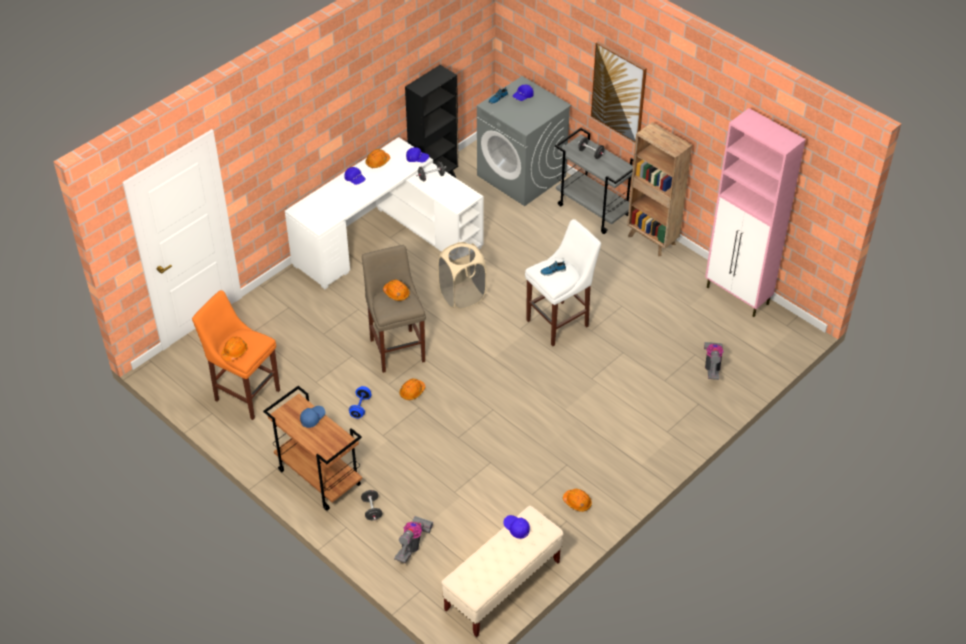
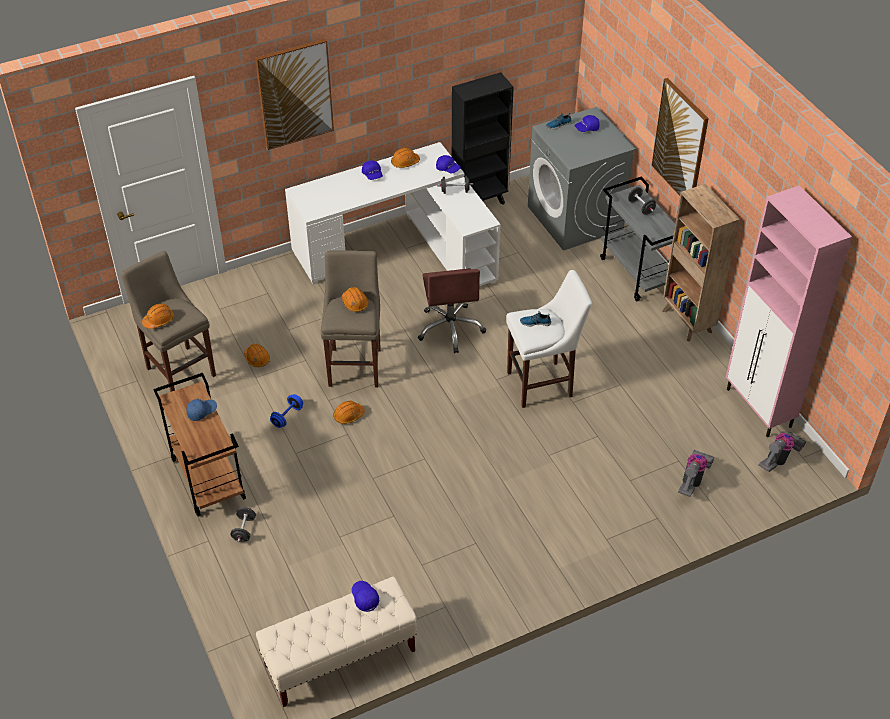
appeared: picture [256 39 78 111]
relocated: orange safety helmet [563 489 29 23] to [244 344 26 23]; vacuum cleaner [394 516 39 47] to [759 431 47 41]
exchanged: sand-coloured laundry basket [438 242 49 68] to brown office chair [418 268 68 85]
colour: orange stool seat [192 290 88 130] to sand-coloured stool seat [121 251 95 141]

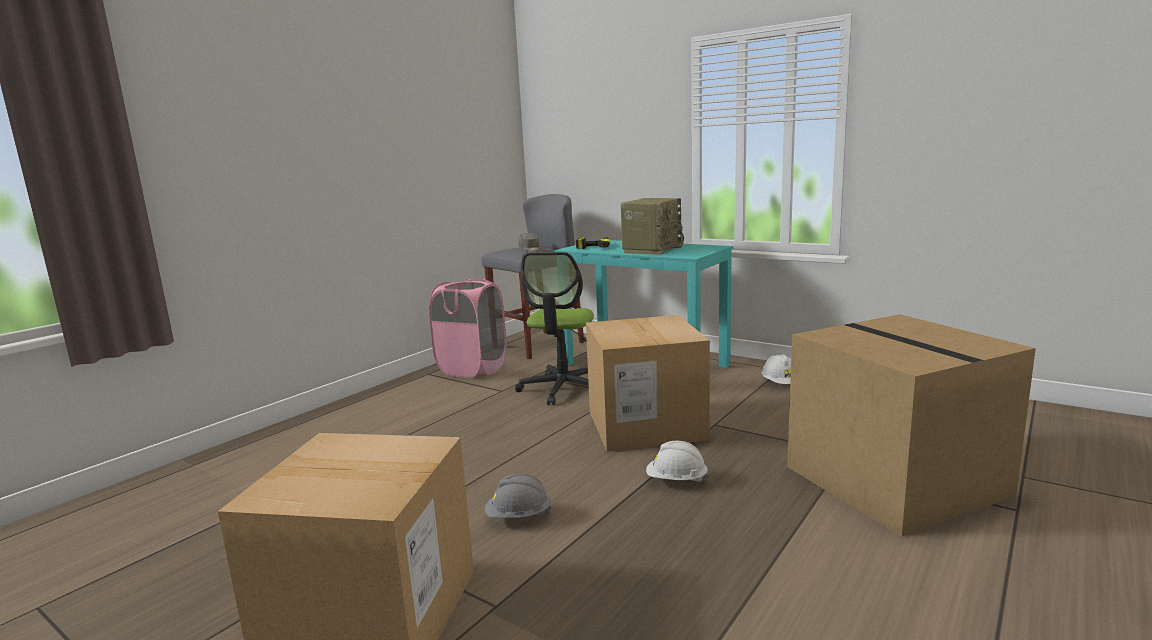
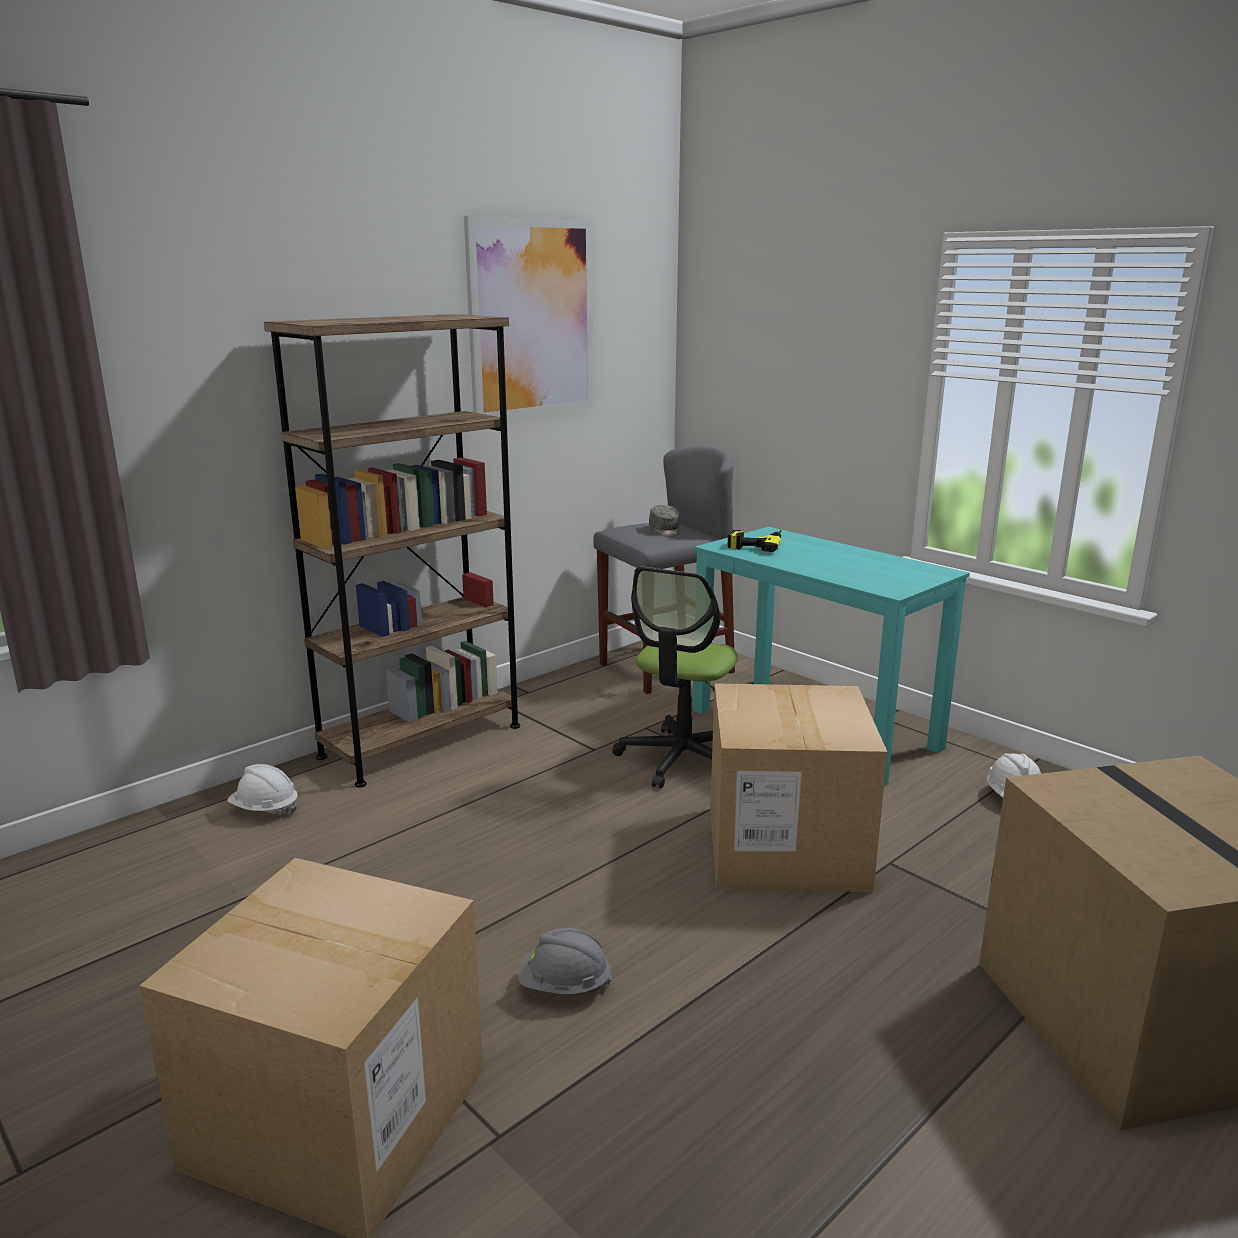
missing: pink-coloured laundry basket [429 279 78 99]; radio [621 198 63 57]
appeared: brown bookcase [264 314 256 474]; picture [464 216 130 202]
relocated: white safety helmet [646 441 62 41] to [227 764 71 51]

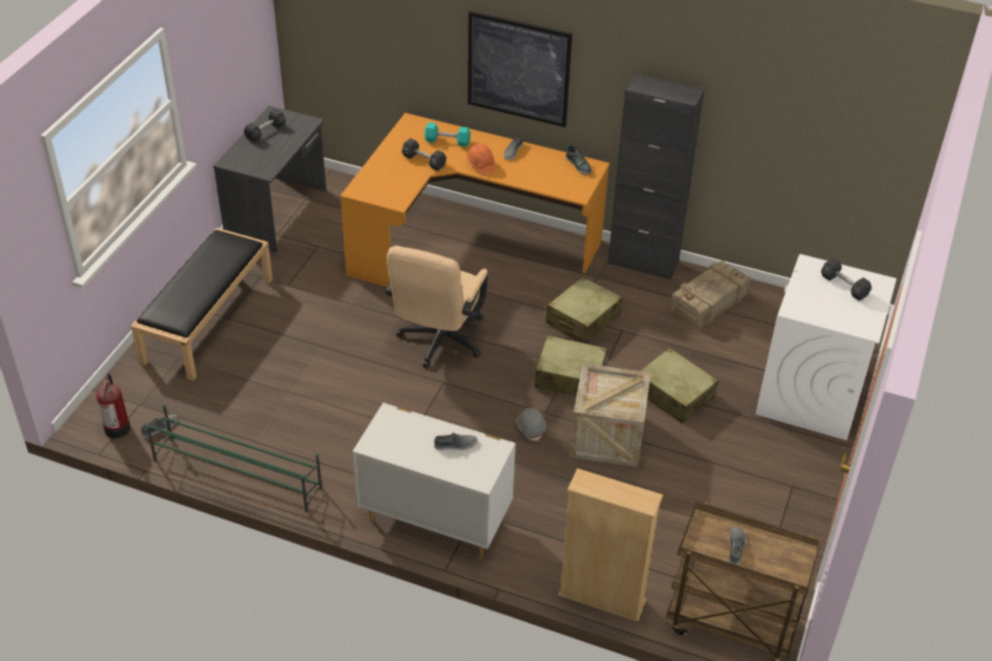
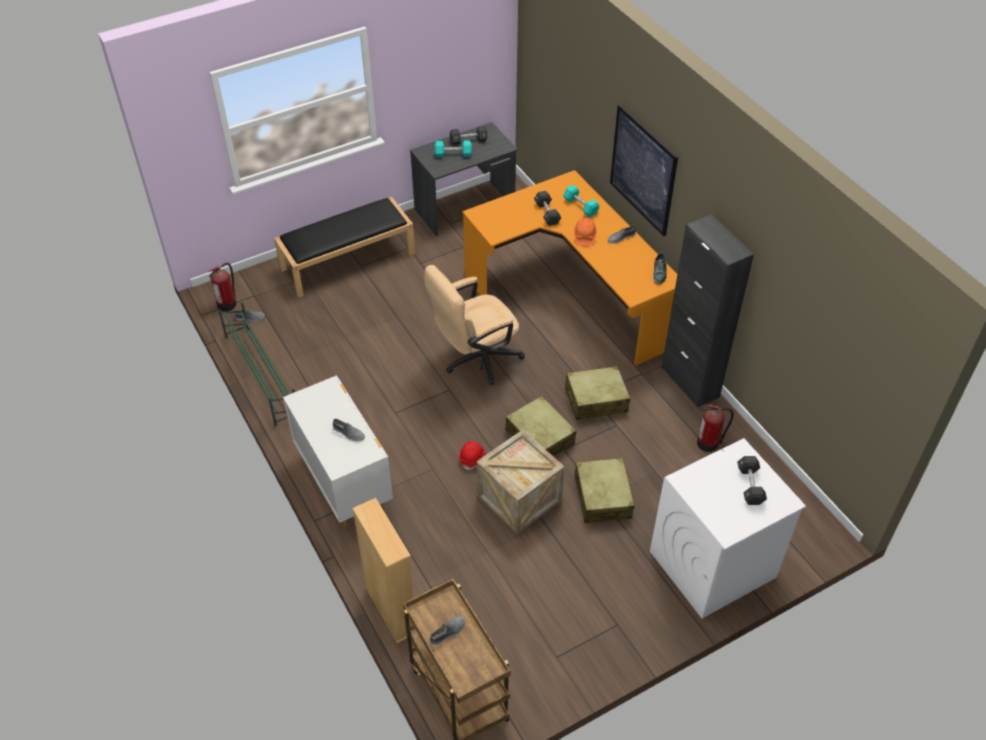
appeared: turquoise dumbbell [435 140 37 17]
exchanged: shipping crate [669 260 82 71] to fire-fighting cylinder [697 405 36 47]
colour: grey safety helmet [516 408 30 33] to red-coloured safety helmet [459 441 26 30]

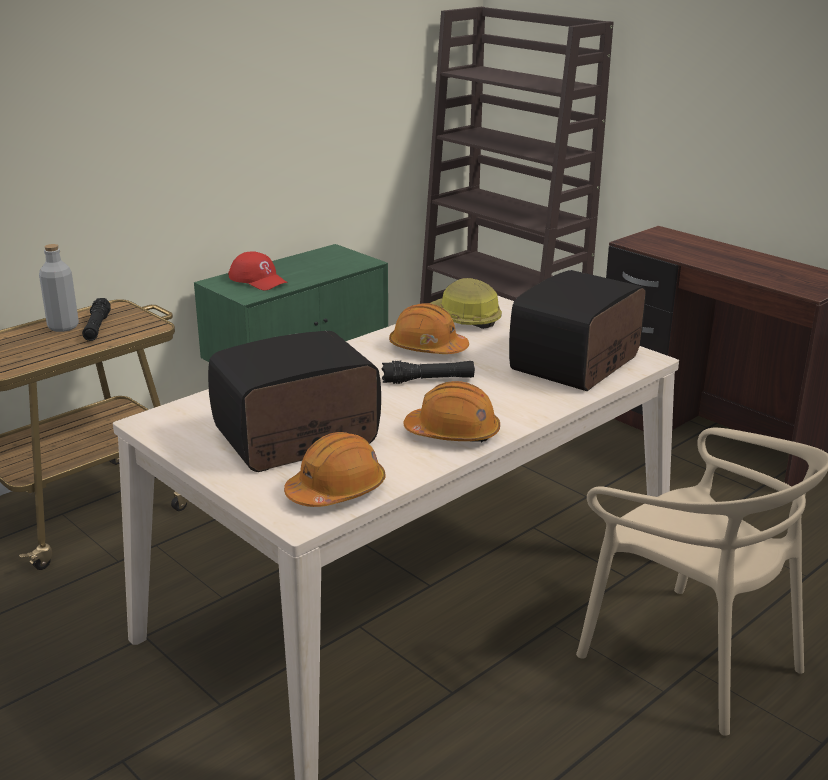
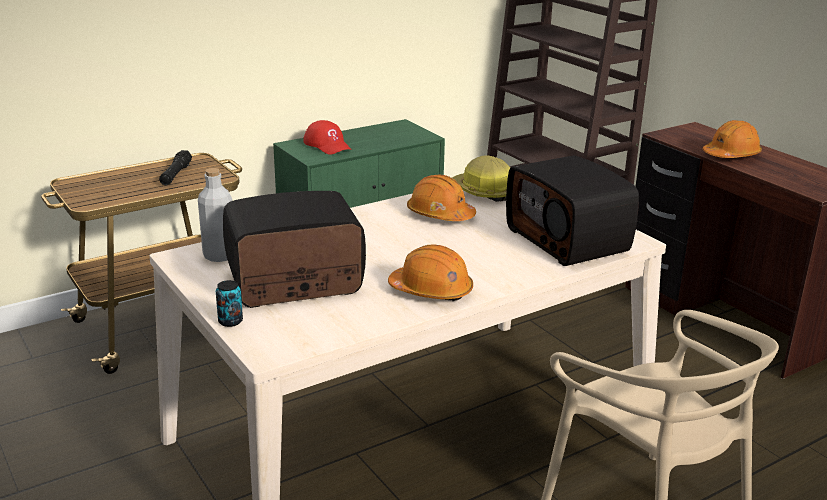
missing: black-coloured hand torch [382 361 93 23]
appeared: metal can [216 280 27 47]
relocated: grey bottle [39 244 40 88] to [198 168 34 94]; orange safety helmet [284 432 102 75] to [703 120 59 38]
spun: radio [509 270 137 121] = [506 155 133 111] 75 degrees counterclockwise

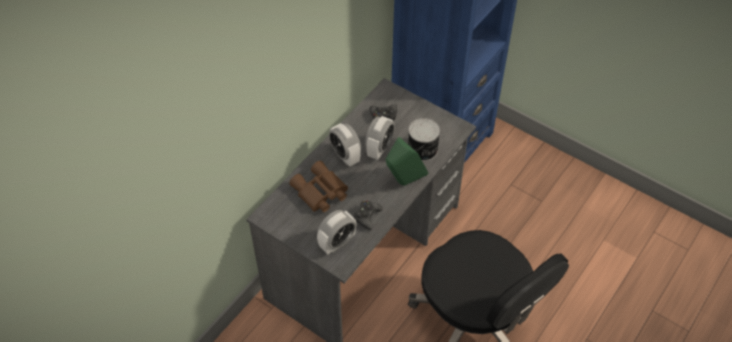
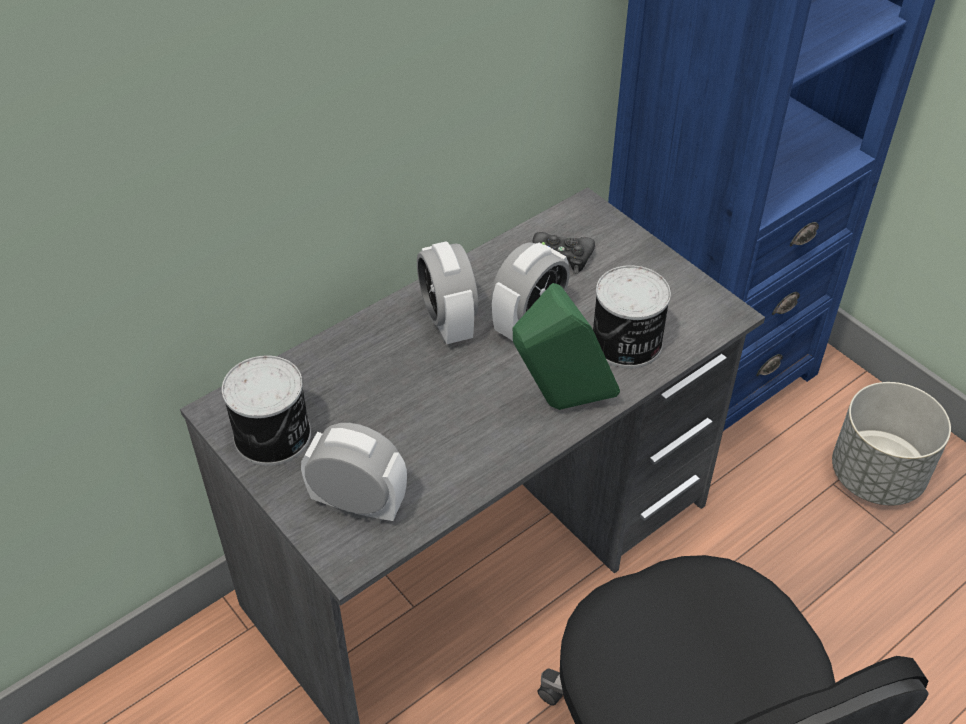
missing: brown pair of binoculars [289 161 59 51]; black-coloured joypad [354 201 29 29]
appeared: metal can [222 355 89 111]; grey planter [832 382 119 123]
spun: alarm clock [317 210 39 44] = [301 423 106 101] 135 degrees counterclockwise

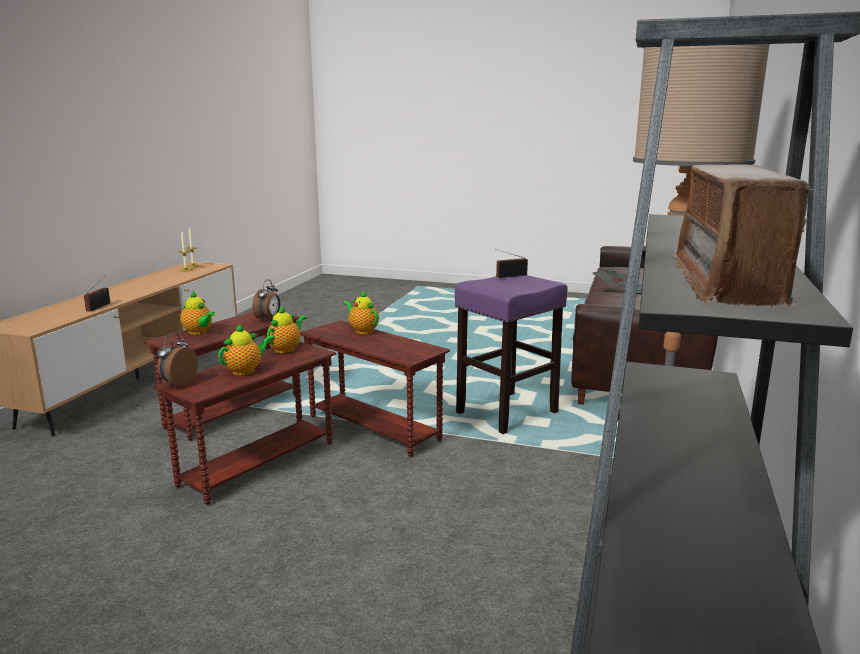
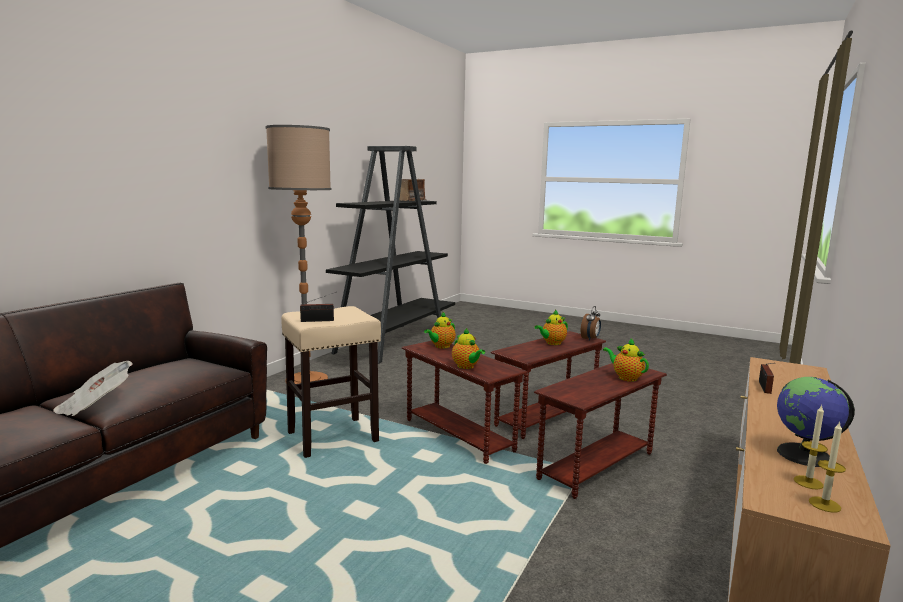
missing: alarm clock [252 279 28 42]
appeared: desk globe [777 377 78 90]
relocated: tea pot [267 305 40 48] to [424 312 32 36]
colour: purplish stool seat [455 275 113 159] to sand-coloured stool seat [281 306 100 152]

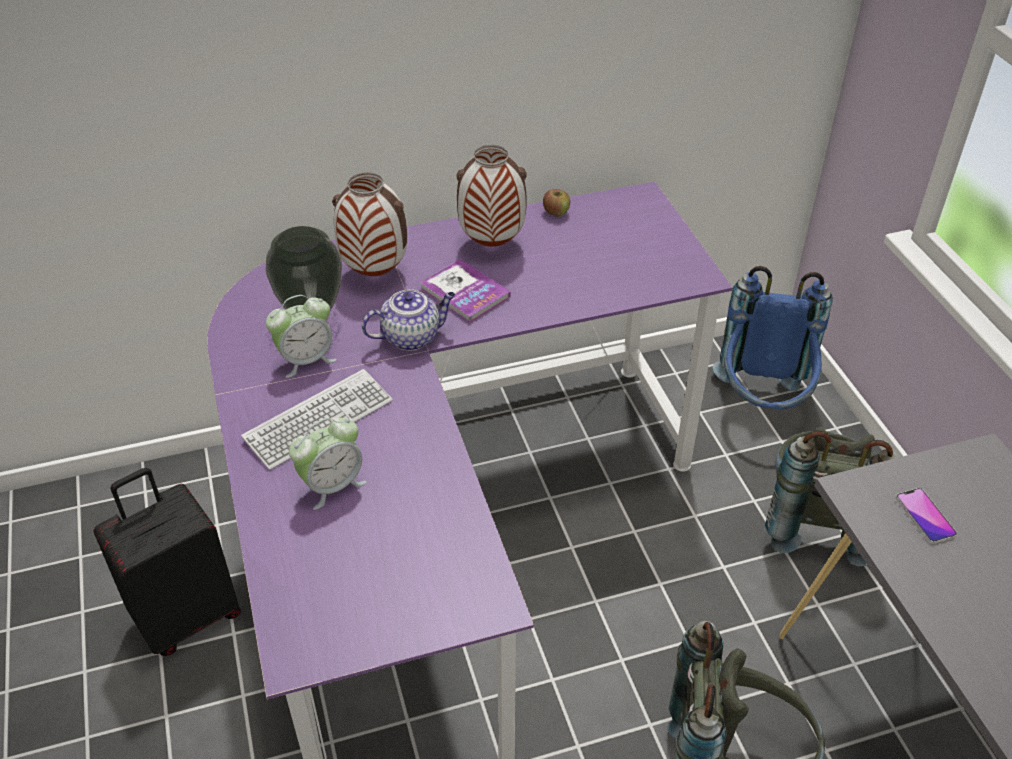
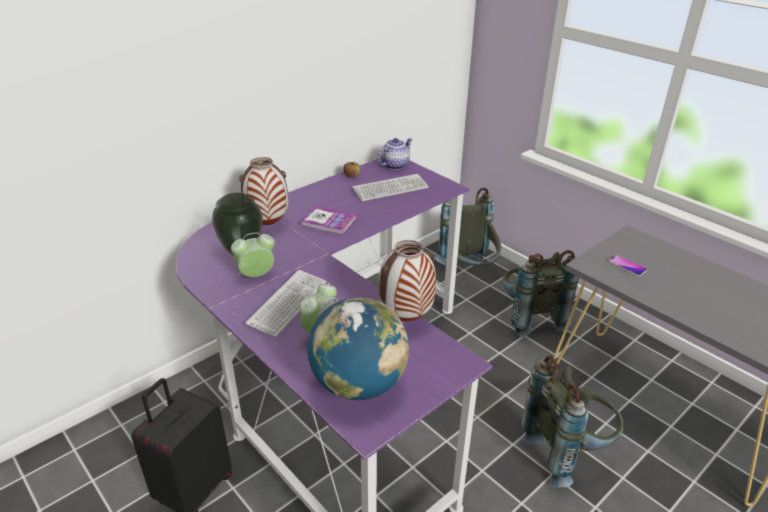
appeared: desk globe [307 297 102 103]; computer keyboard [352 174 77 27]
relocated: tea pot [362 289 93 62] to [377 138 35 32]; vase [457 145 70 102] to [379 240 57 81]
colour: blue backpack [713 266 120 144] to grey backpack [435 188 66 78]
spun: alarm clock [266 295 71 83] = [231 233 44 44] 150 degrees counterclockwise

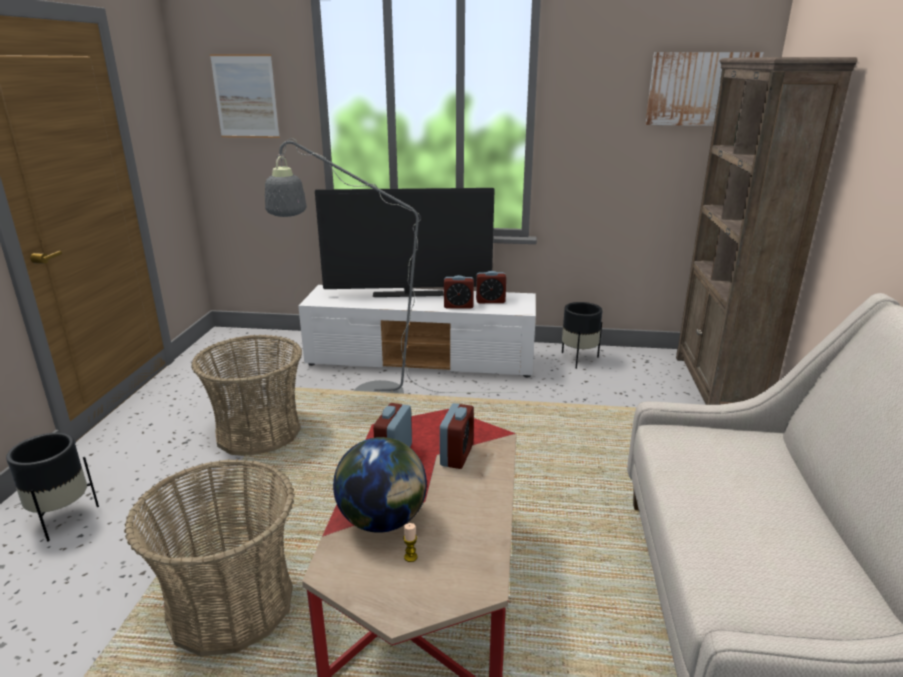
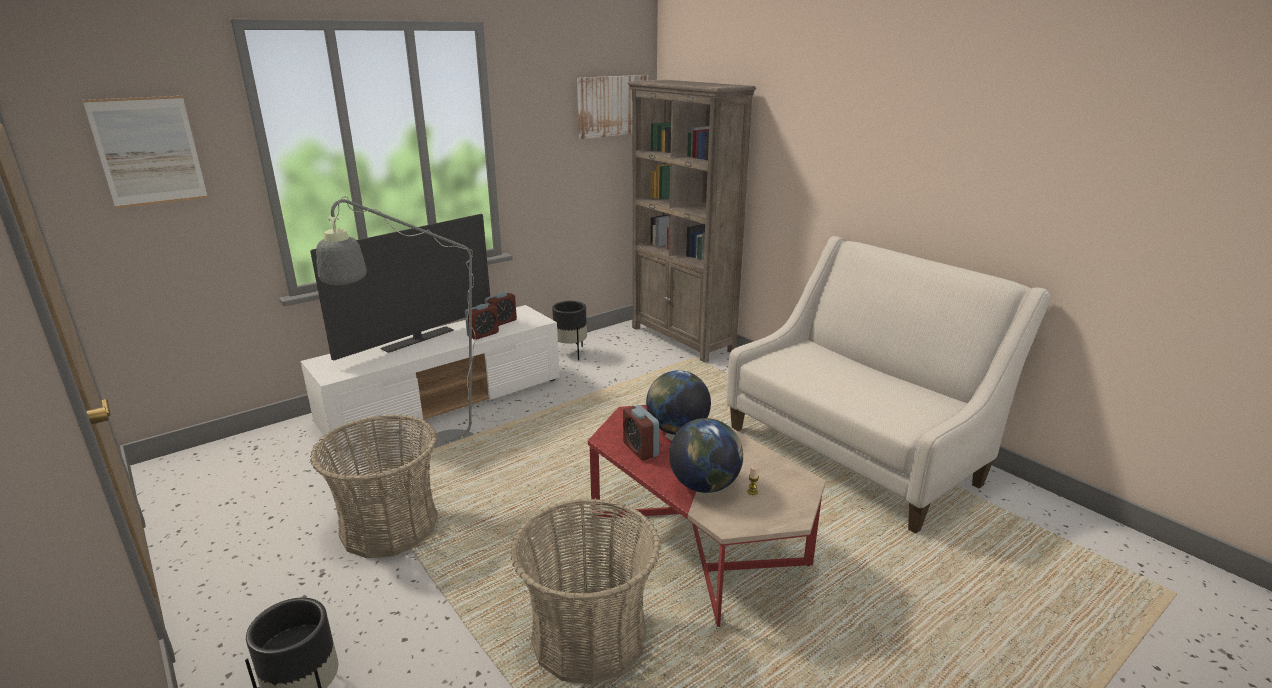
exchanged: alarm clock [440 403 34 66] to desk globe [646 370 65 65]

